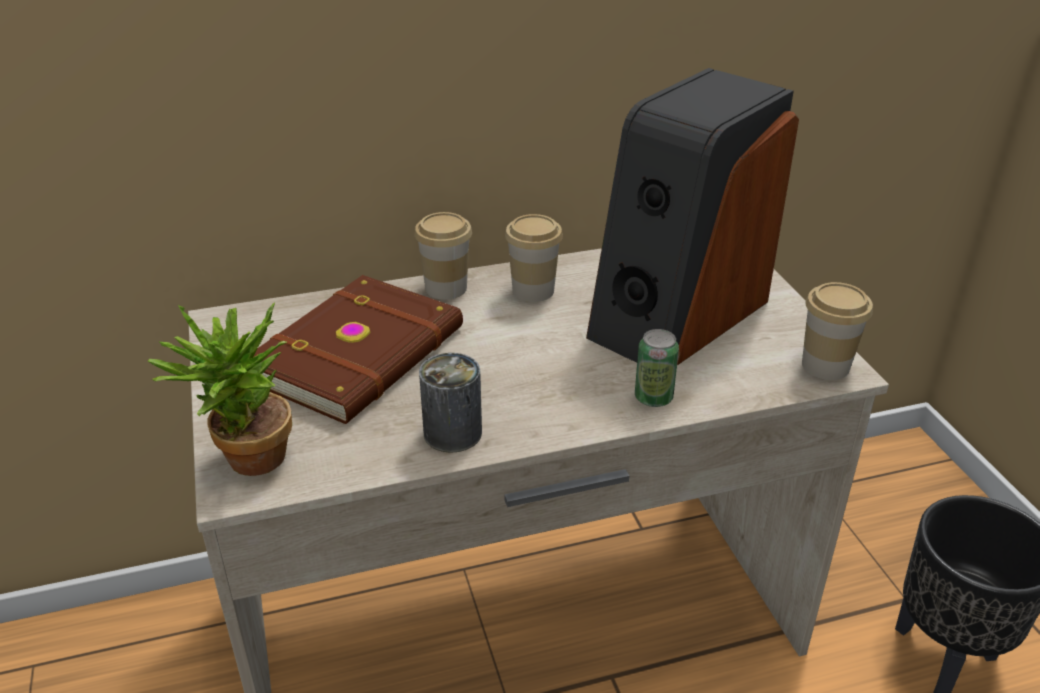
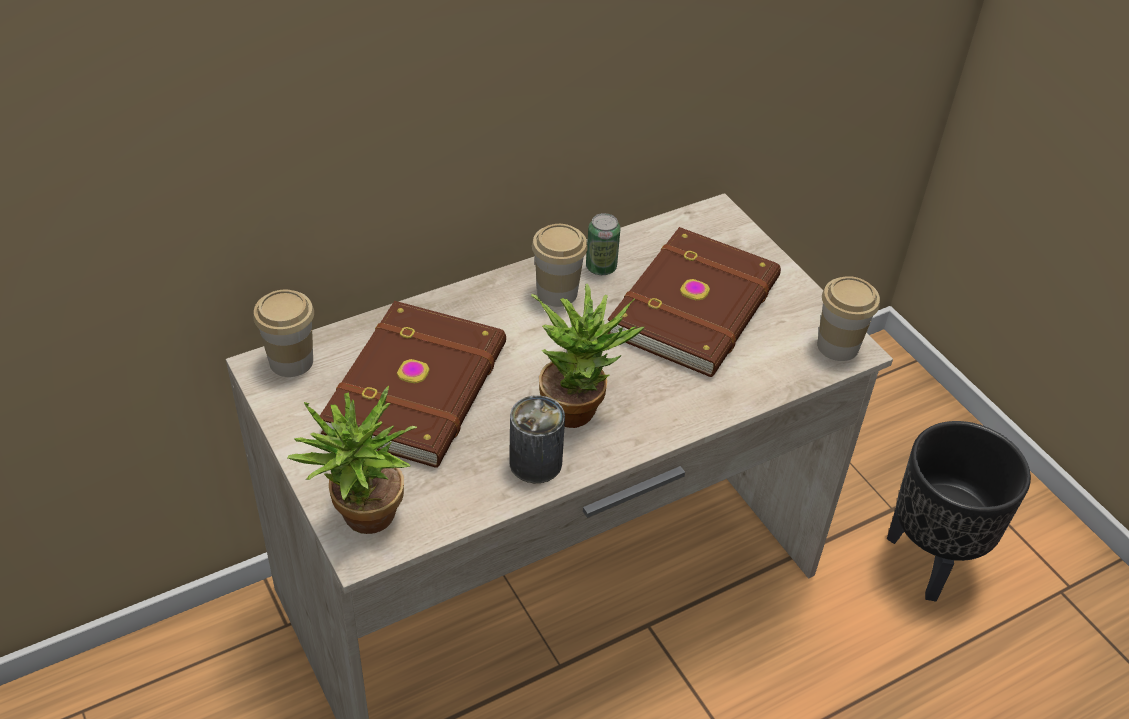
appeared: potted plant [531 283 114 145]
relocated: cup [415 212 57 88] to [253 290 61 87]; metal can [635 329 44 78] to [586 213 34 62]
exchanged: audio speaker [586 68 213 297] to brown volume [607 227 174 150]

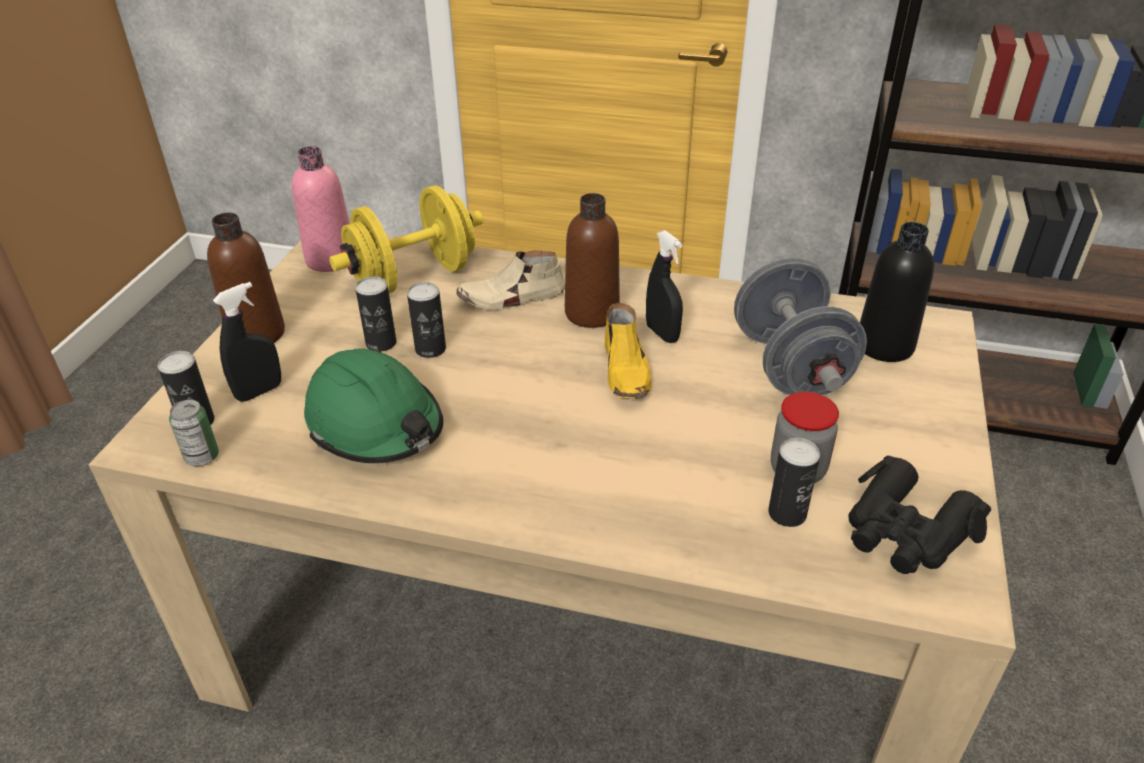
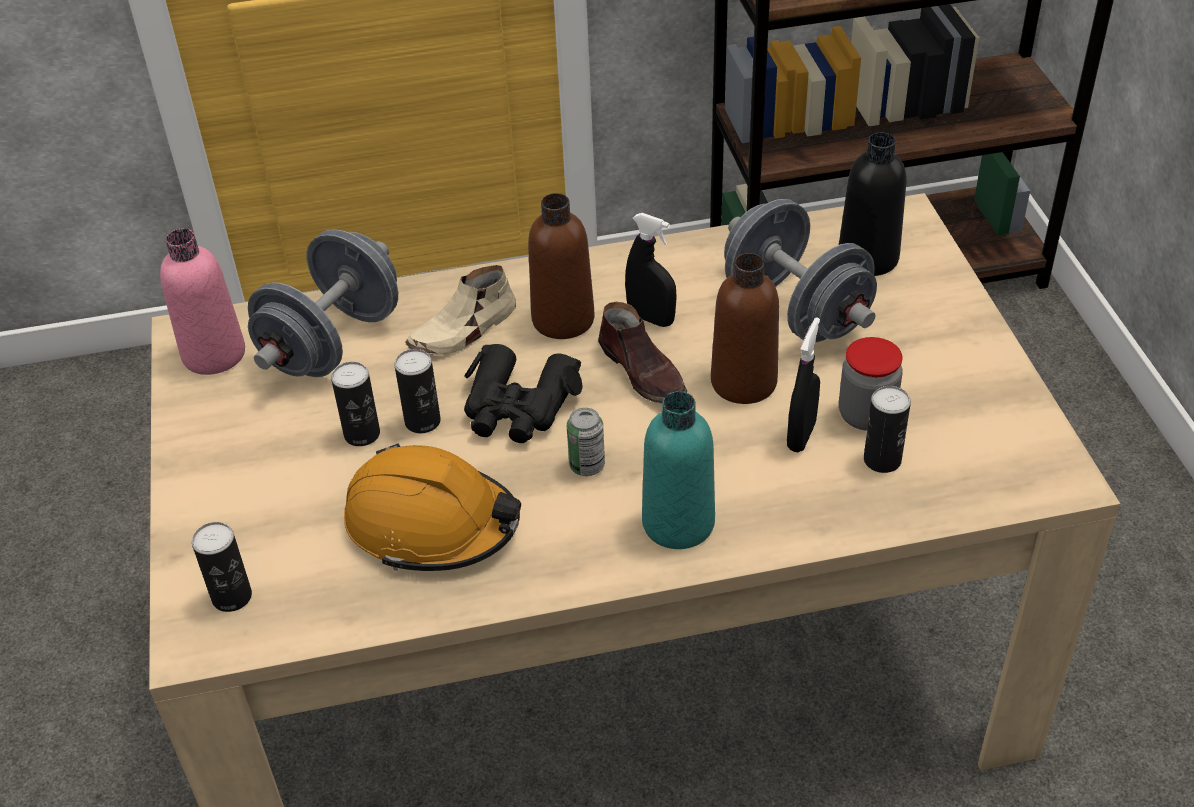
appeared: turquoise bottle [642 391 73 158]
relocated: black-coloured pair of binoculars [848 455 143 119] to [464 344 119 99]; metal can [169 400 50 66] to [567 408 38 68]; brown bottle [207 213 78 130] to [711 253 68 151]; black-coloured spray bottle [213 282 68 120] to [787 317 33 135]
colour: yellowish dumbbell [329 185 154 108] to grey dumbbell [248 229 150 148]; green-coloured safety helmet [304 349 139 114] to orange safety helmet [344 443 177 128]; yellowish shoe [605 303 47 96] to brown shoe [598 302 89 101]

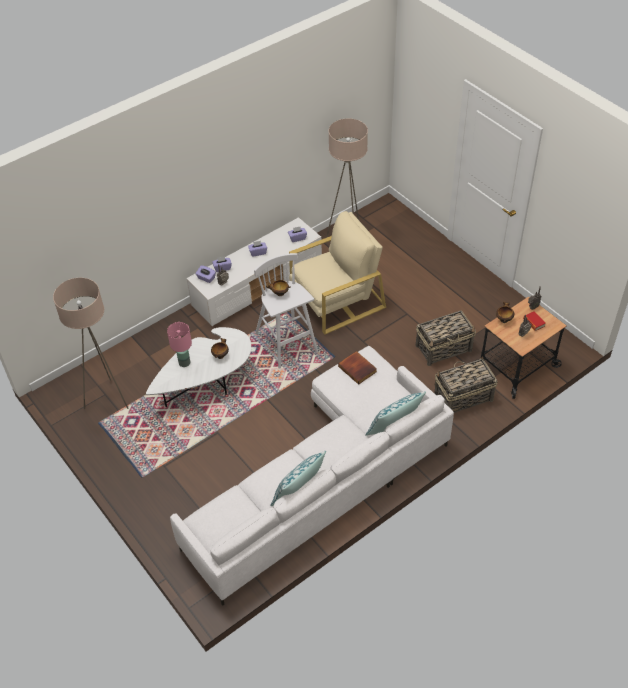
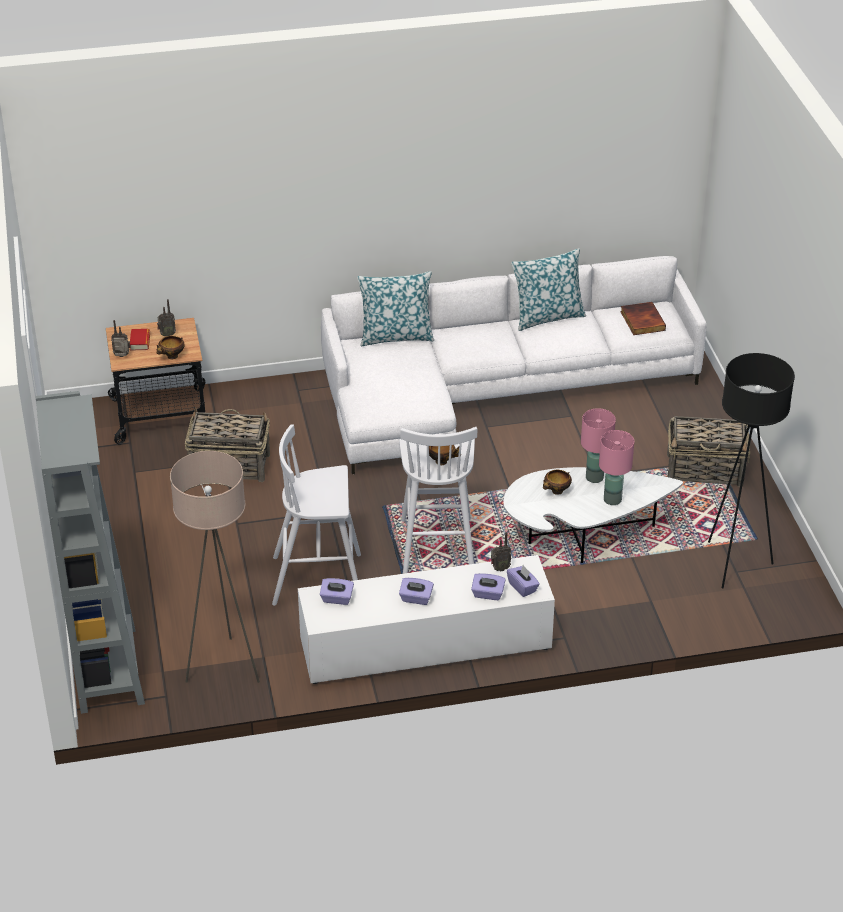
appeared: grey bookcase [35 391 110 323]; pink-coloured table lamp [581 408 35 75]
relocated: volume [338 351 39 34] to [620 302 46 33]; household basket [434 356 64 57] to [667 416 83 71]
exchanged: sand-coloured armchair [289 211 97 124] to white stool seat [272 424 89 182]
colour: sand-coloured floor lamp [53 278 76 131] to black-coloured floor lamp [708 353 87 236]

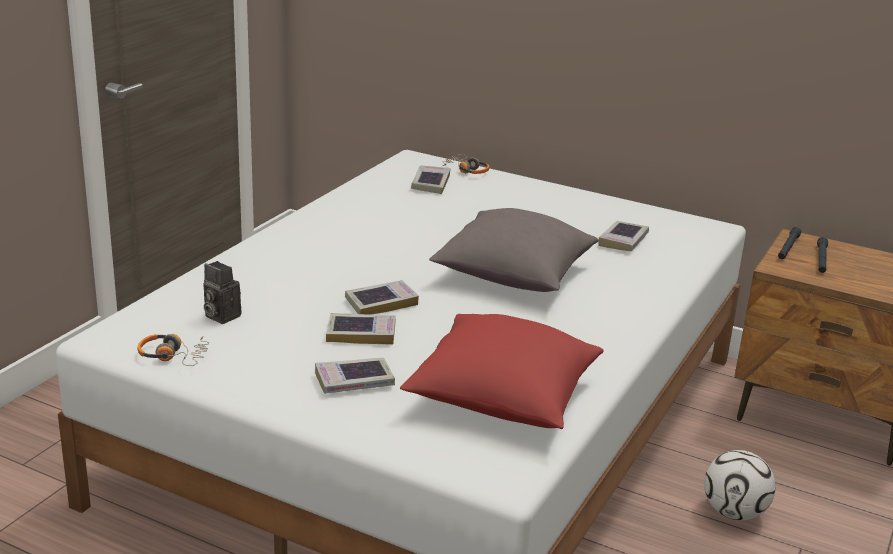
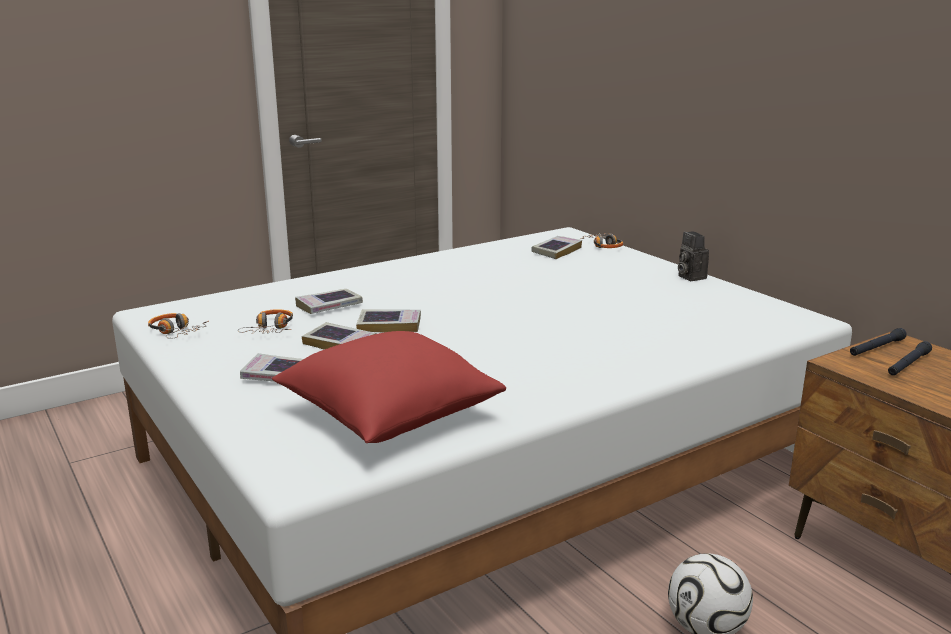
missing: grey pillow [429 208 169 84]
appeared: pair of headphones [238 309 55 25]
relocated: volume [598 221 51 30] to [295 289 68 25]; still camera [204 261 37 63] to [678 231 31 50]

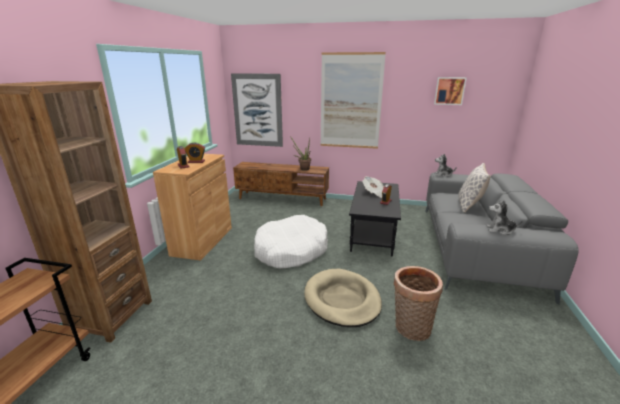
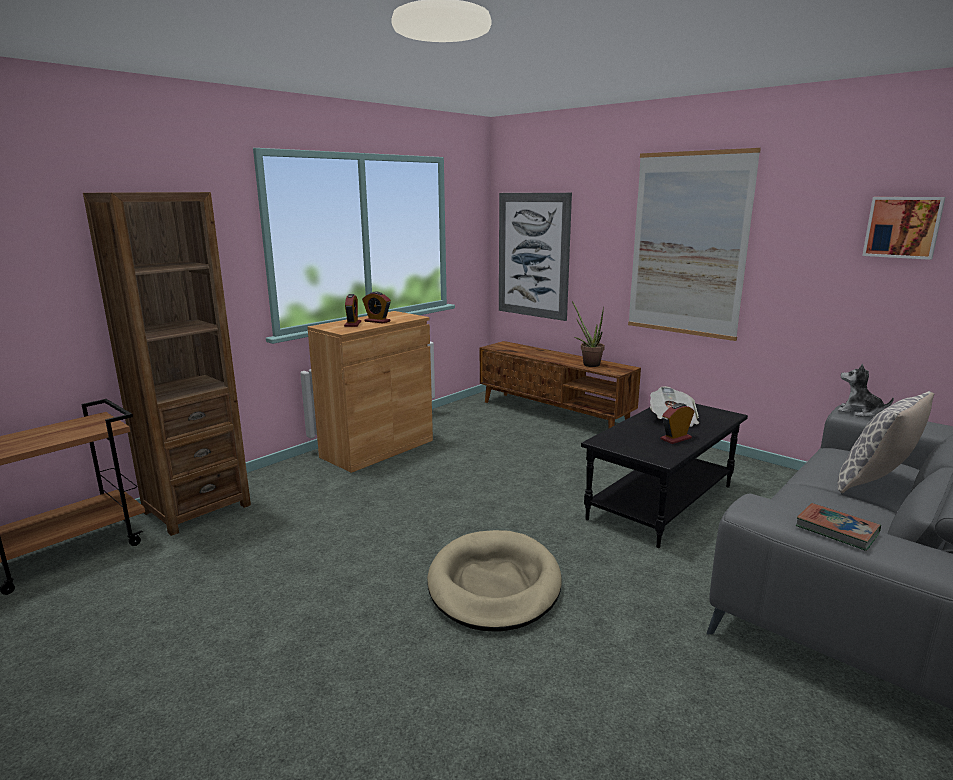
missing: white dog bed [254 215 74 54]; household basket [393 266 50 75]
exchanged: cuddly toy [486 200 37 35] to volume [796 503 85 48]

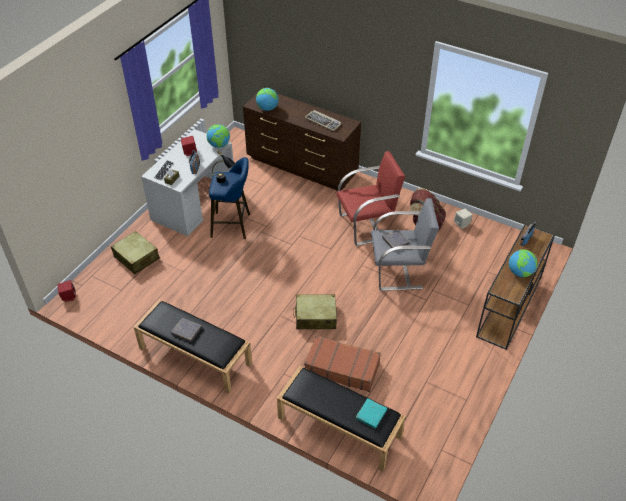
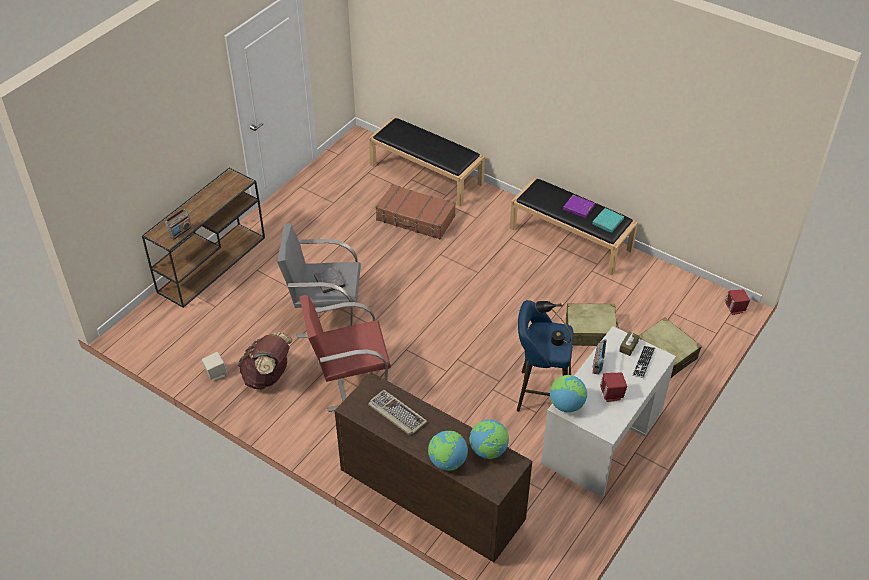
relocated: desk globe [509 249 29 28] to [428 431 40 40]; sand-coloured piece of luggage [293 294 44 35] to [566 303 53 43]; turquoise volume [355 398 32 31] to [592 208 32 25]
colour: grey volume [171 318 31 24] to purplish volume [563 195 32 23]

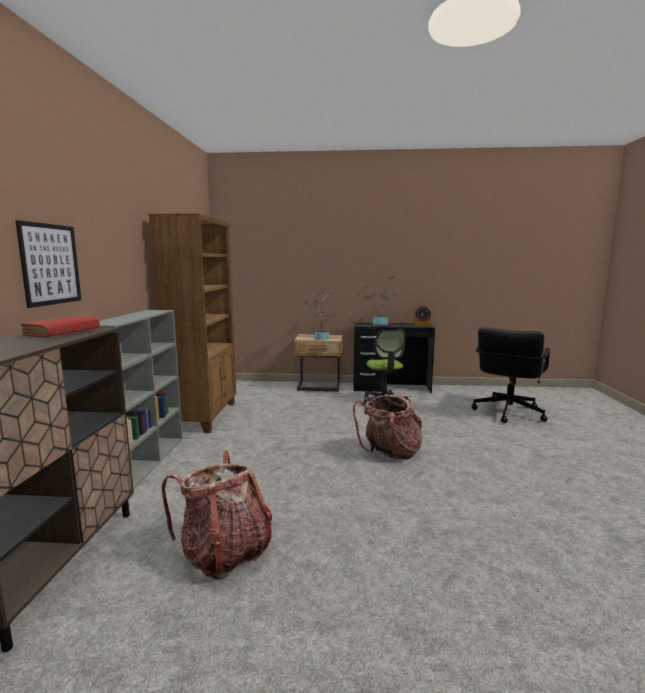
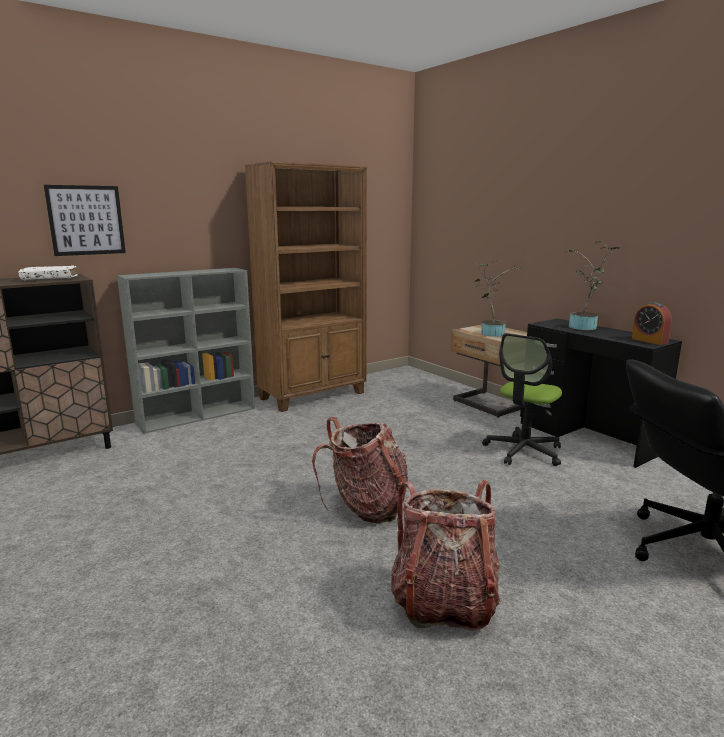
relocated: backpack [162 451 110 128] to [391 480 109 151]
colour: red-coloured volume [20 316 80 21] to white volume [18 265 60 15]

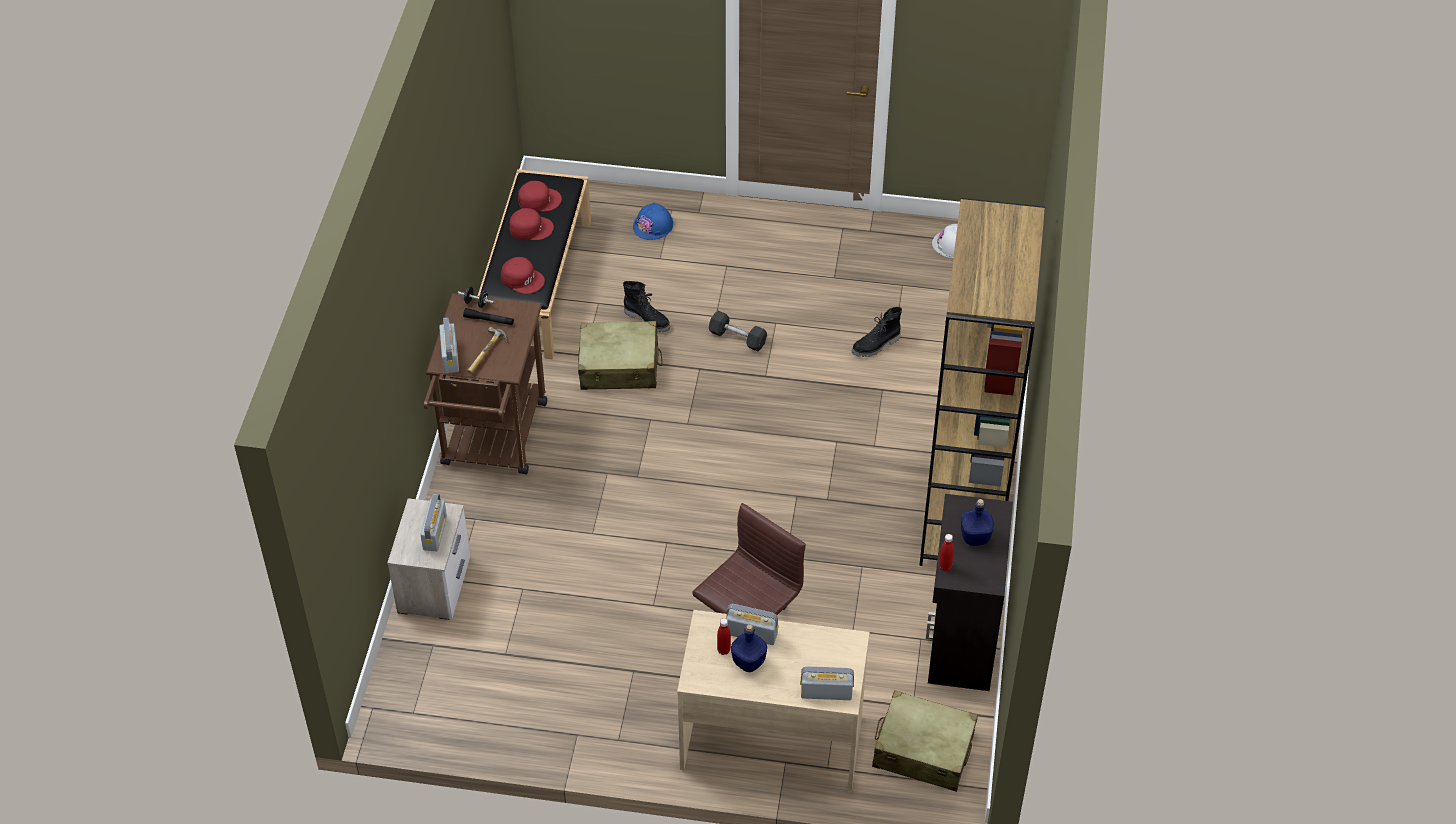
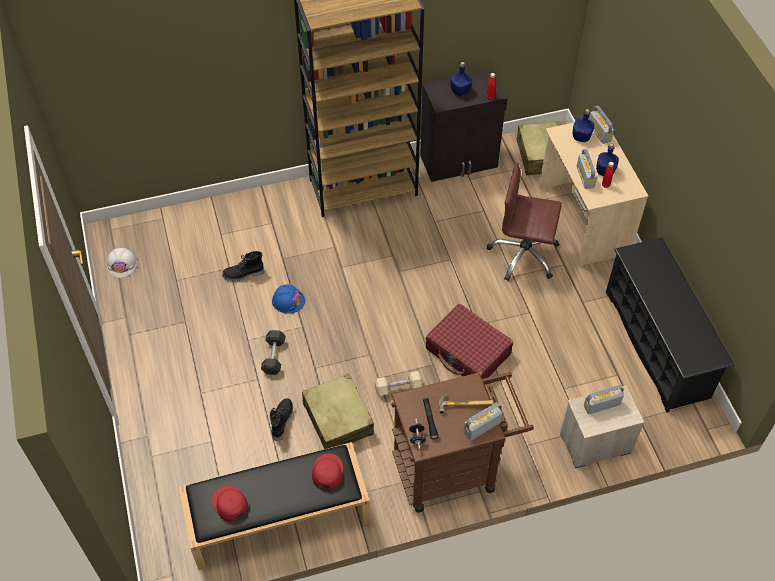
missing: red-coloured cap [510 208 44 32]
appeared: sand-coloured dumbbell [375 371 47 25]; red-coloured piece of luggage [426 304 87 75]; blue bottle [573 109 21 33]; black-coloured shoe shelf [606 238 129 175]
relocated: blue safety helmet [633 203 40 37] to [272 284 33 30]
spun: black-coloured high-top boot [852 307 50 50] = [222 251 42 30] 135 degrees clockwise

